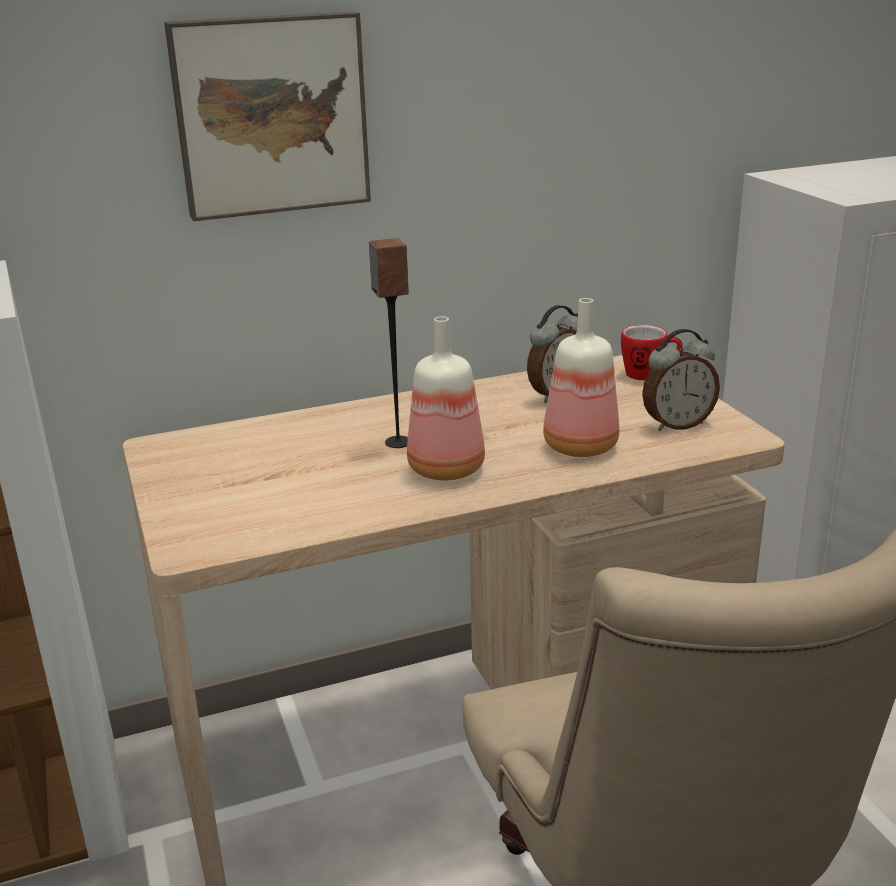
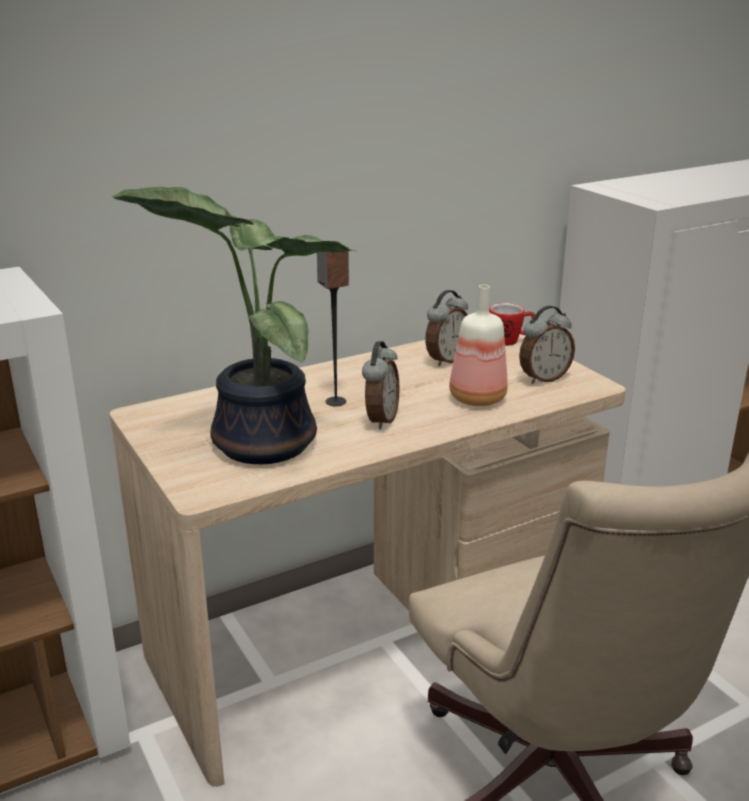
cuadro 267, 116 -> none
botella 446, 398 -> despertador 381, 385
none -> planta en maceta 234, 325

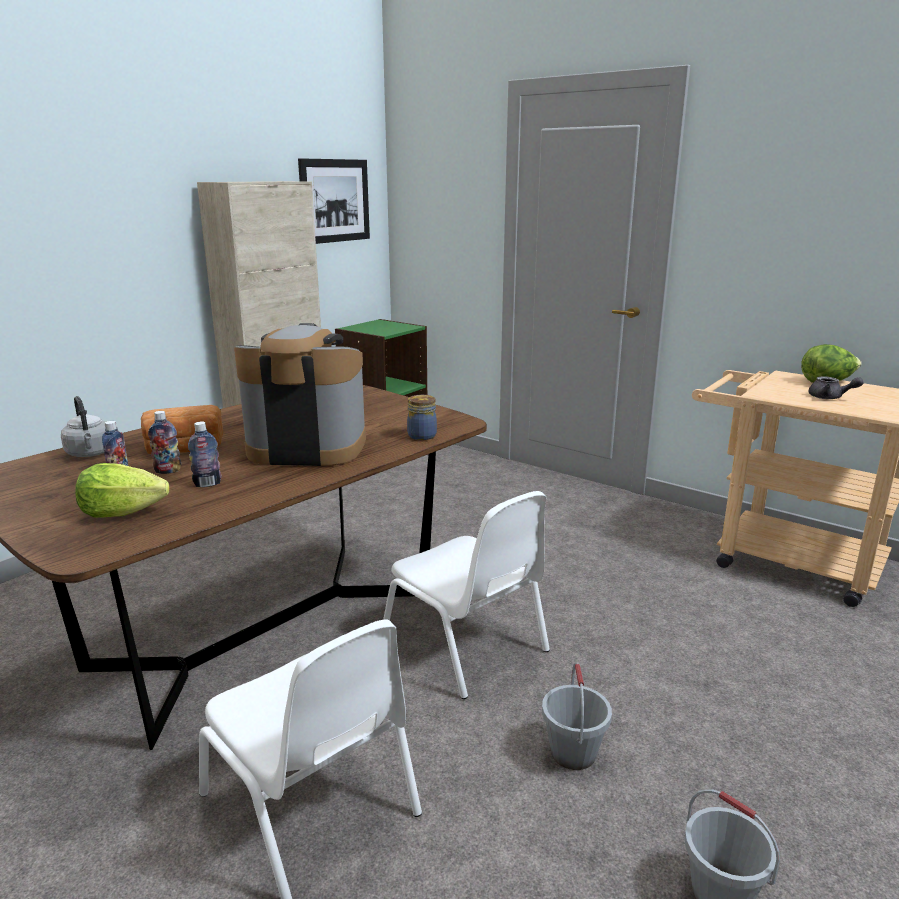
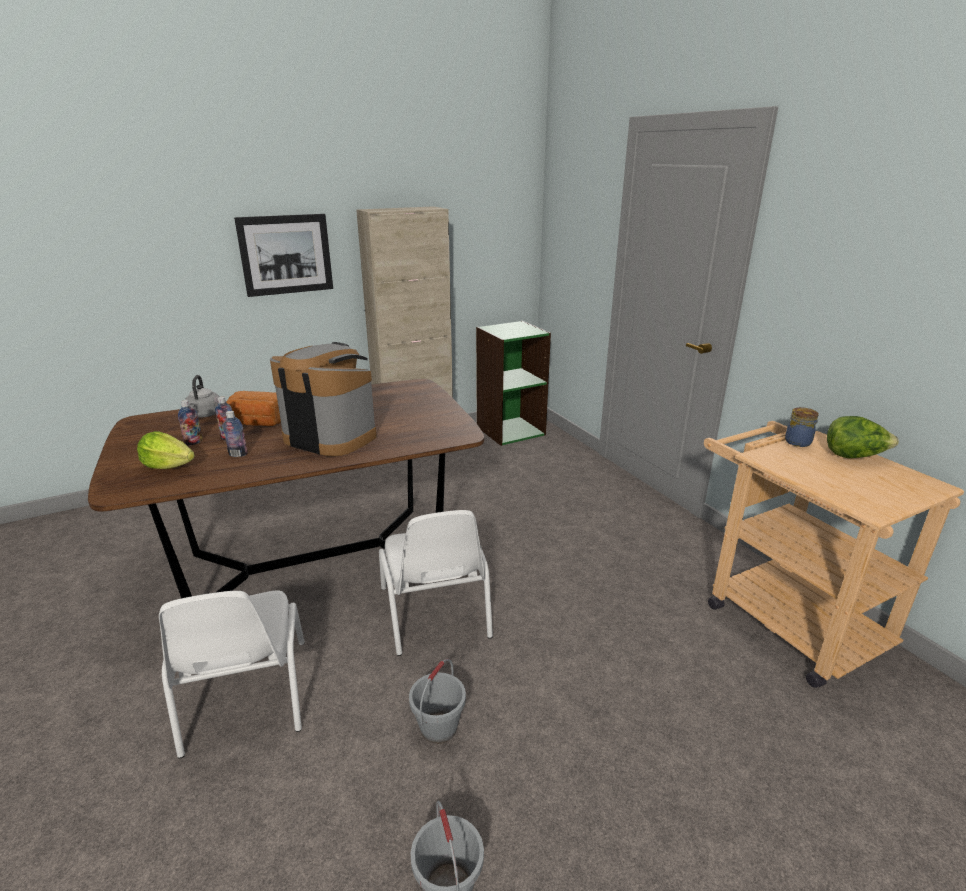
cuadro 334, 201 -> cuadro 283, 255, moved
tetera/gris 836, 387 -> none
tarro 422, 417 -> tarro 802, 427, moved

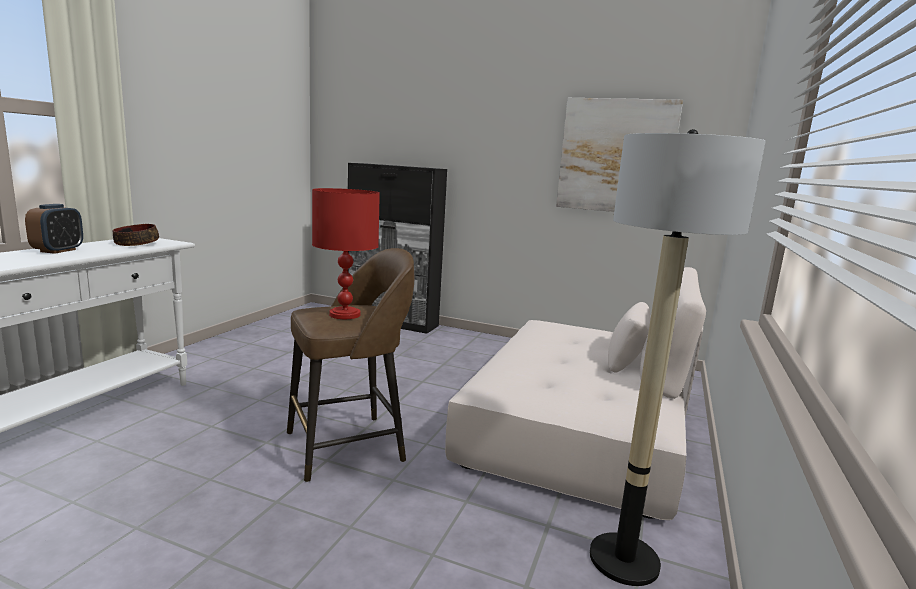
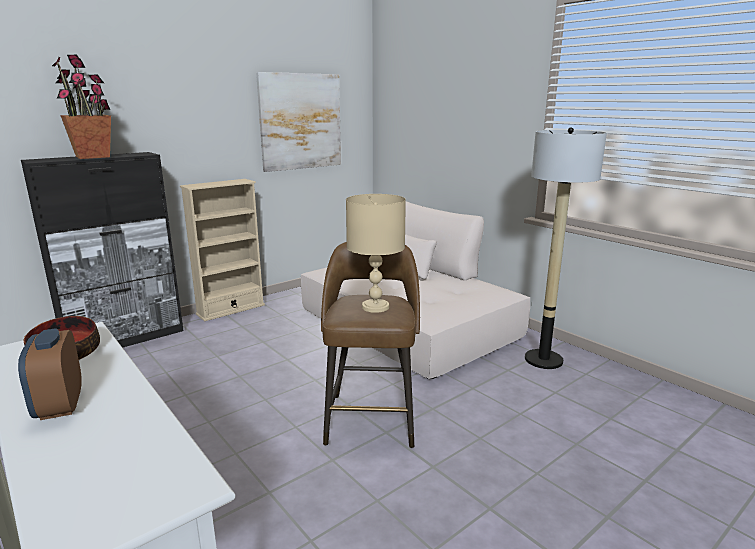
lámpara de mesa/rojo 346, 253 -> lámpara de mesa/beis 376, 253
despertador 54, 229 -> despertador 50, 374, 150 degrees counterclockwise
none -> planta en maceta 81, 107
none -> estantería/beis 222, 250

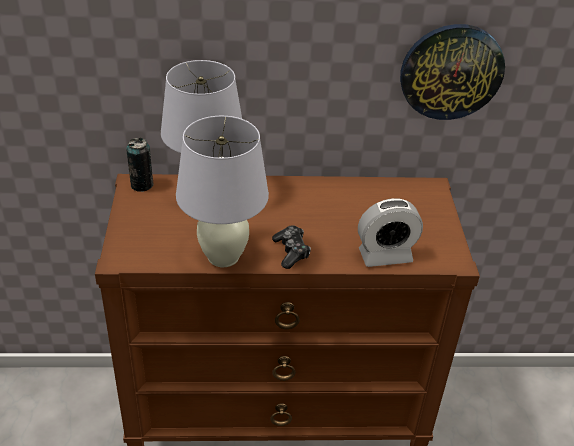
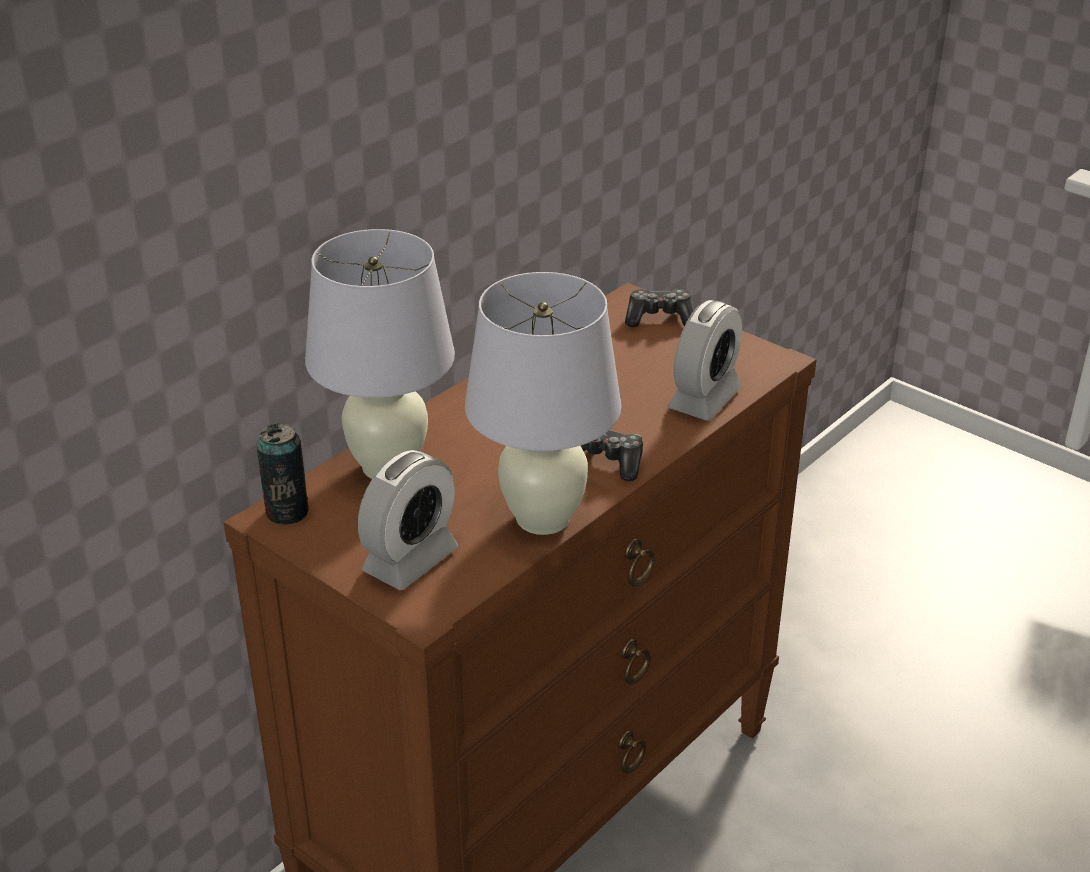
reloj de pared 452, 72 -> none
none -> mando de consola 659, 308
none -> despertador 408, 520

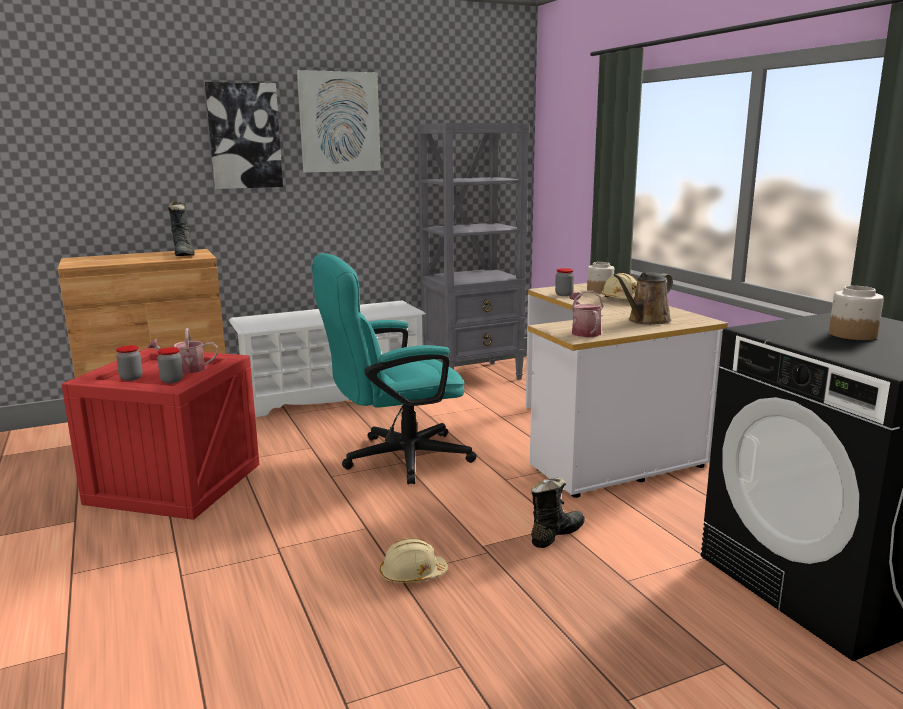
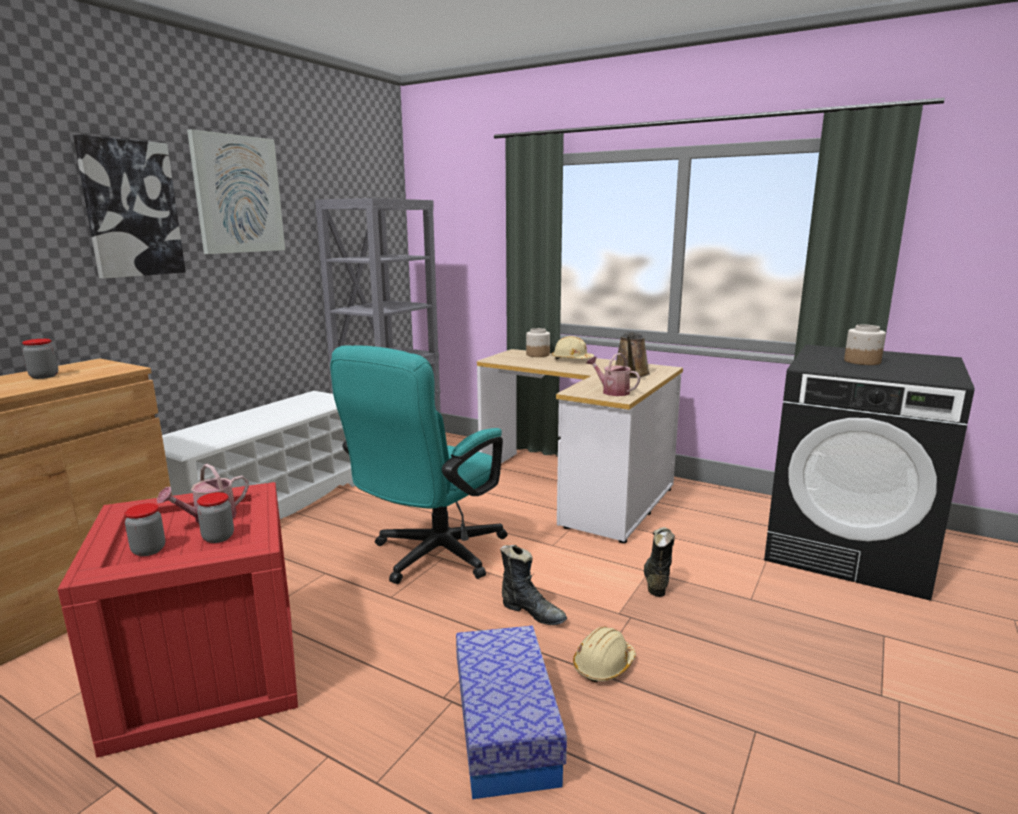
bota/negro 181, 228 -> bota/negro 533, 585, moved
tarro 564, 282 -> tarro 40, 359, moved
none -> caja de almacenaje 511, 712

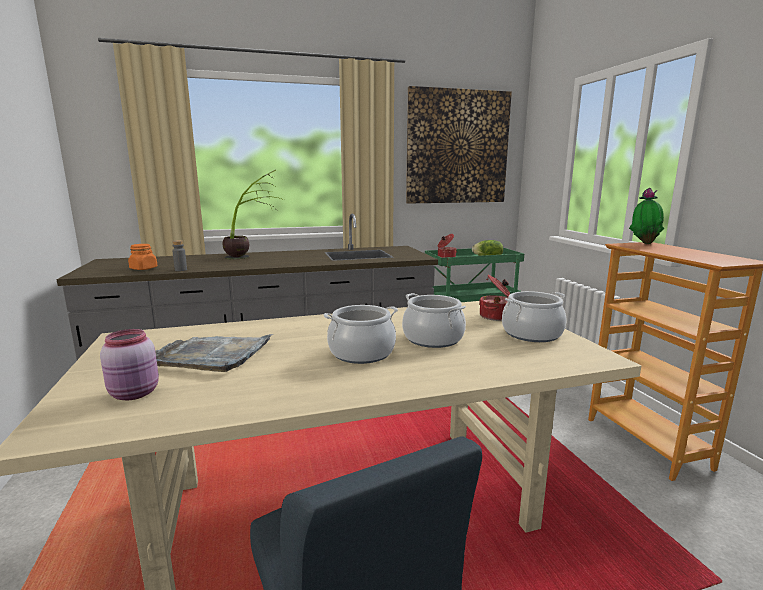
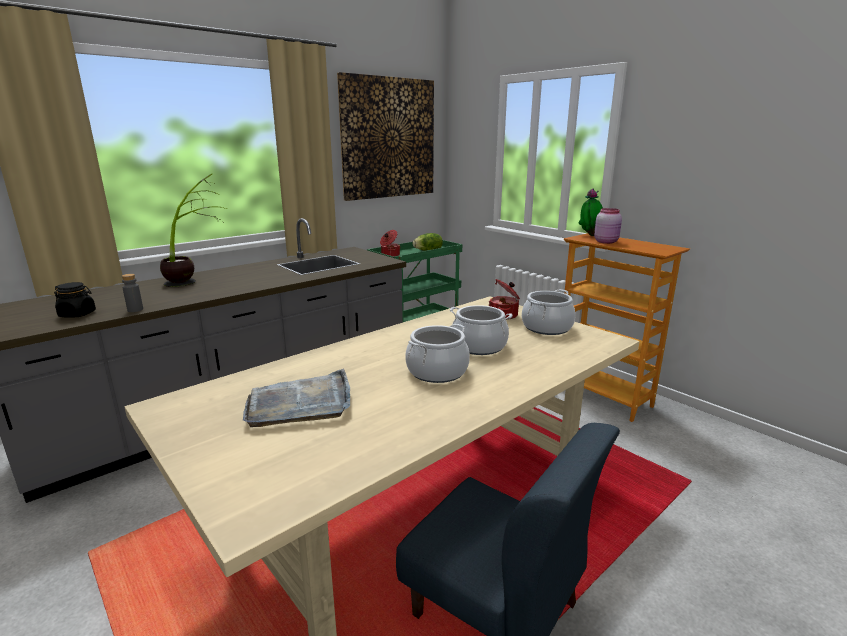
tarro/naranja 143, 257 -> tarro/negro 75, 300
tarro/rosa 129, 364 -> tarro/rosa 608, 226, moved

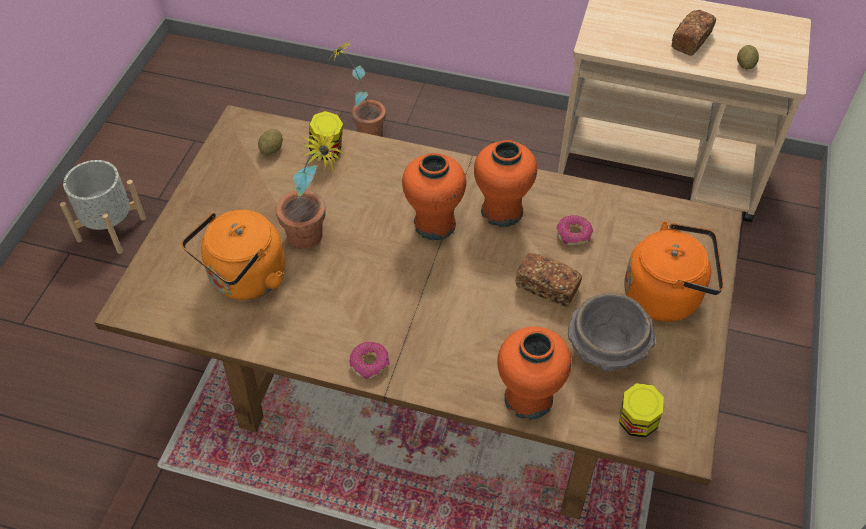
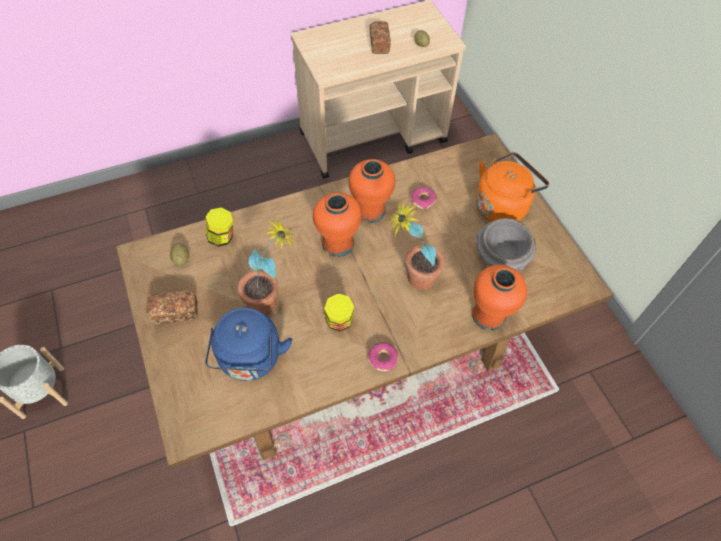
planta en maceta 358, 88 -> planta en maceta 416, 245, moved
hervidor/naranja 233, 255 -> hervidor/azul 248, 344
pan 548, 280 -> pan 172, 307, moved
tarro 641, 410 -> tarro 339, 312, moved

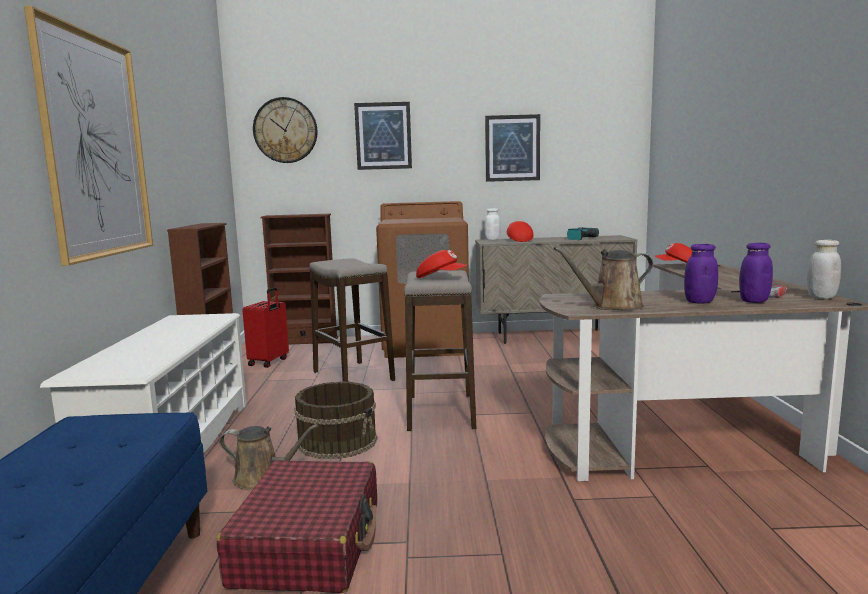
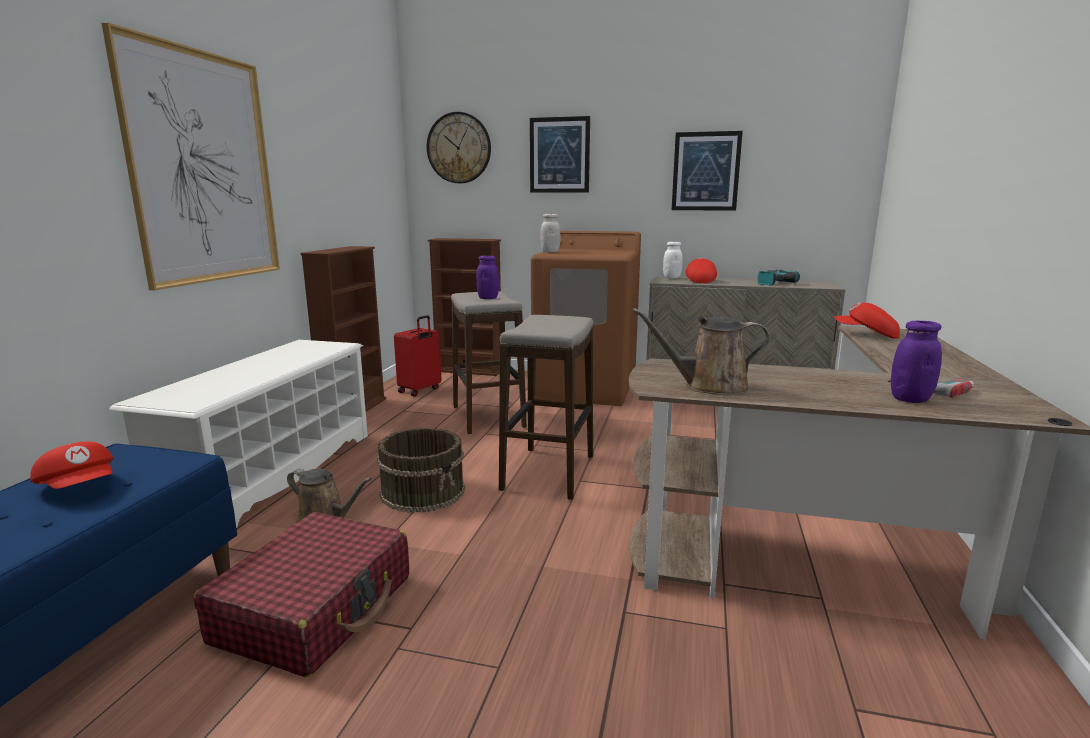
tarro/blanco 824, 269 -> tarro/blanco 550, 233, moved
tarro/morado 701, 274 -> tarro/morado 487, 277, moved
gorra/rojo 441, 264 -> gorra/rojo 71, 465, moved

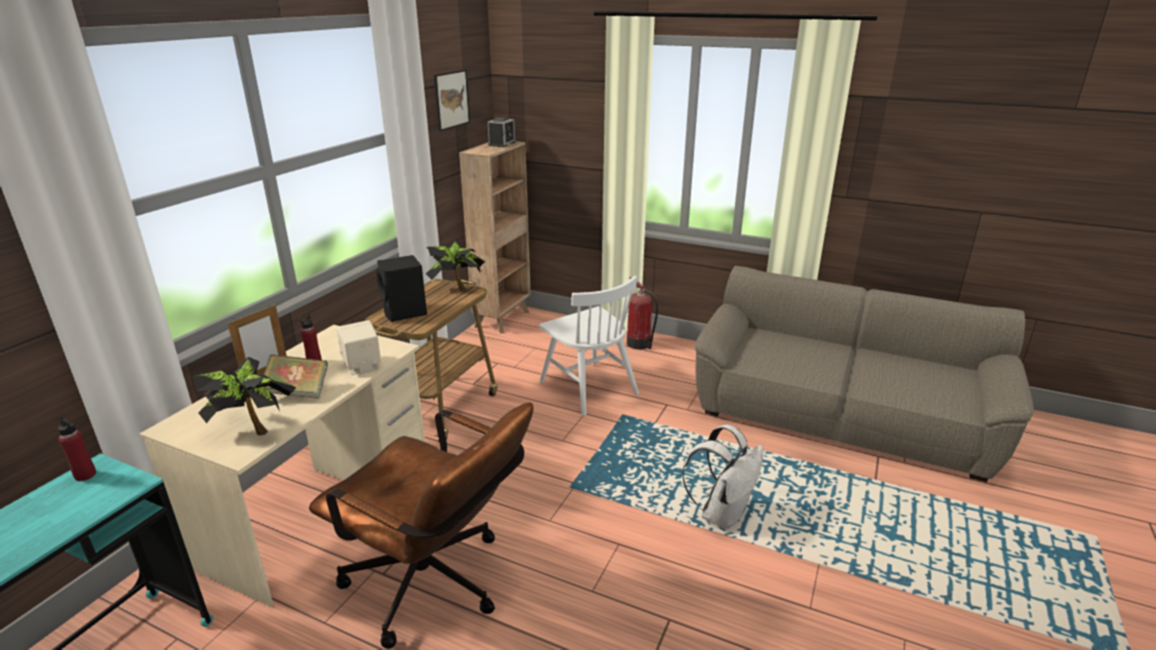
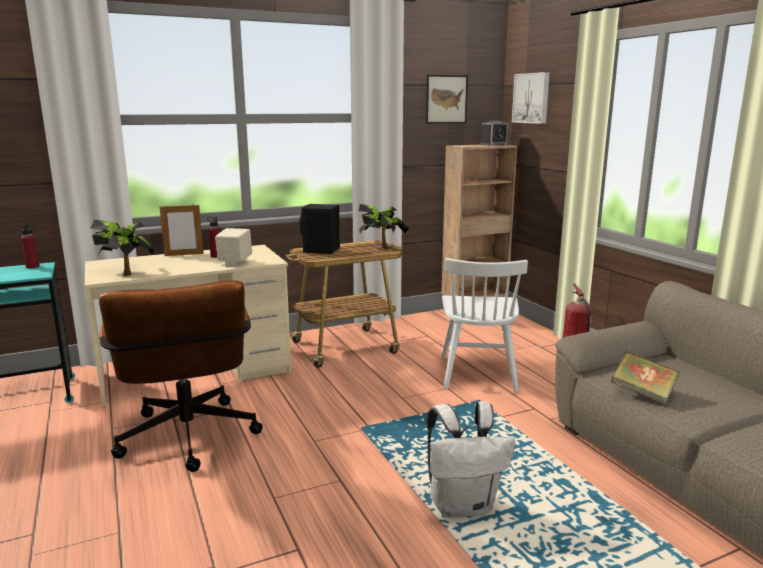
libro 295, 376 -> libro 645, 378, moved
none -> cuadro 531, 98

